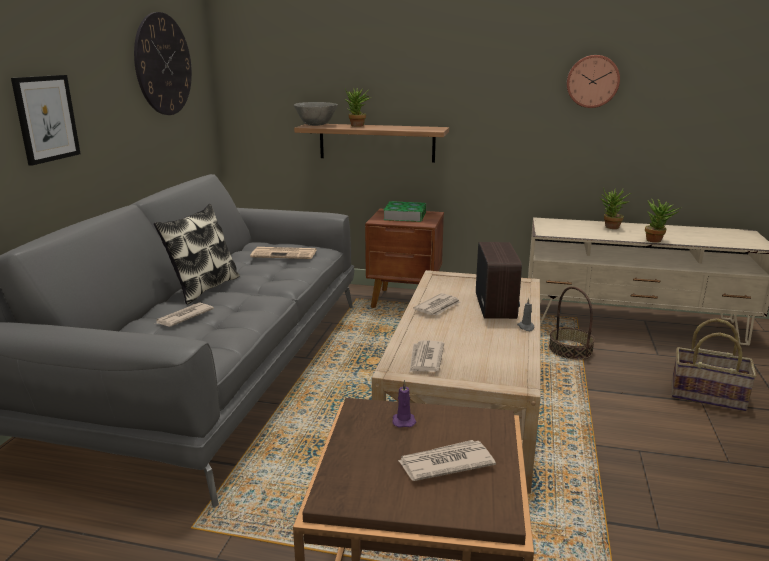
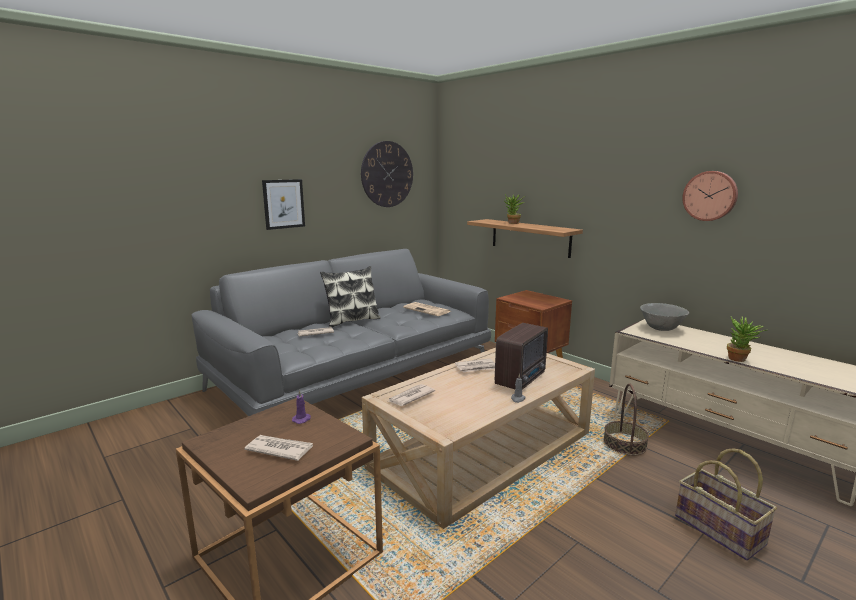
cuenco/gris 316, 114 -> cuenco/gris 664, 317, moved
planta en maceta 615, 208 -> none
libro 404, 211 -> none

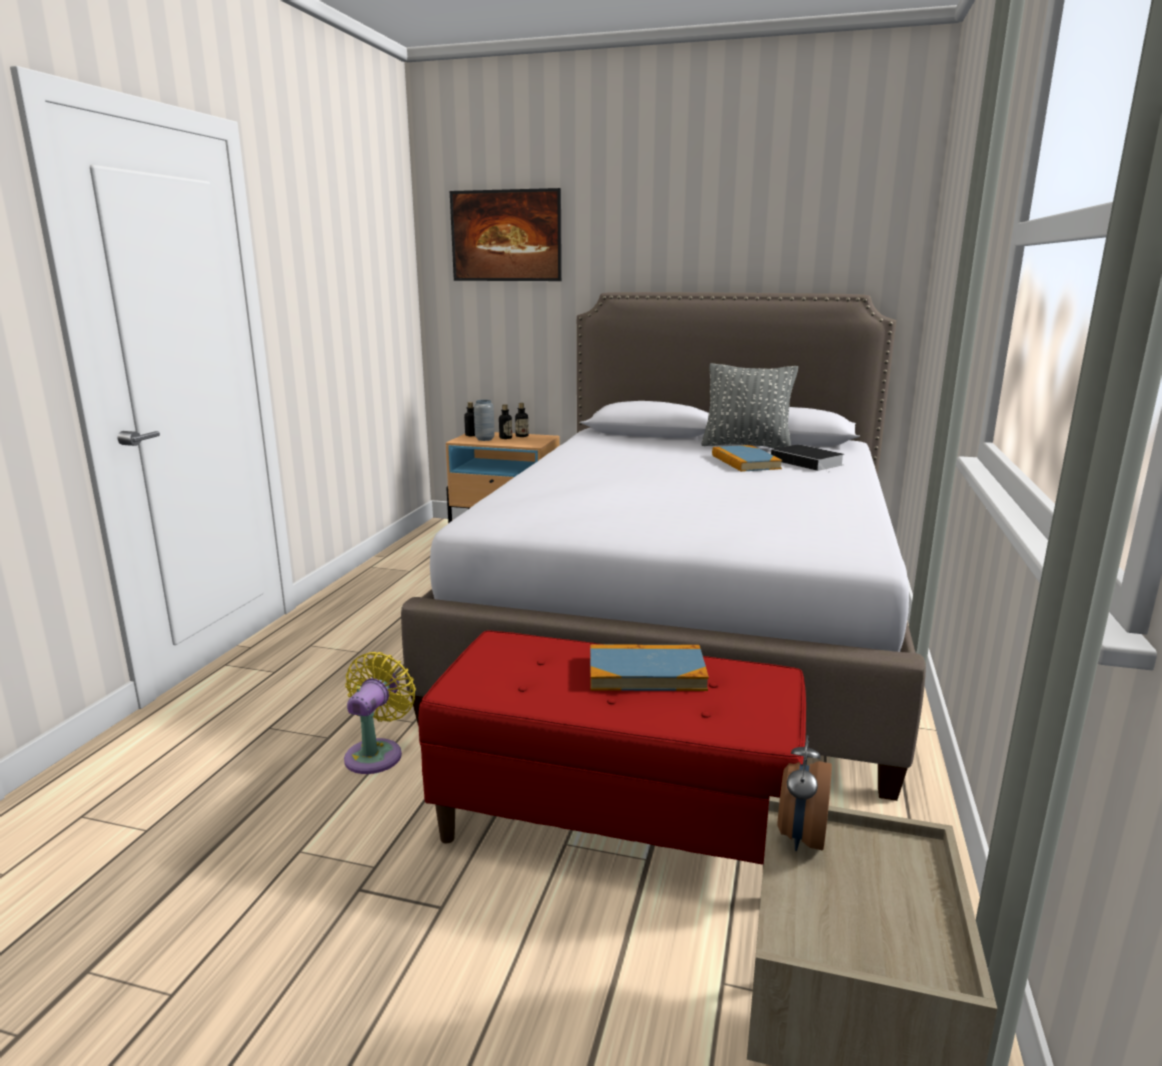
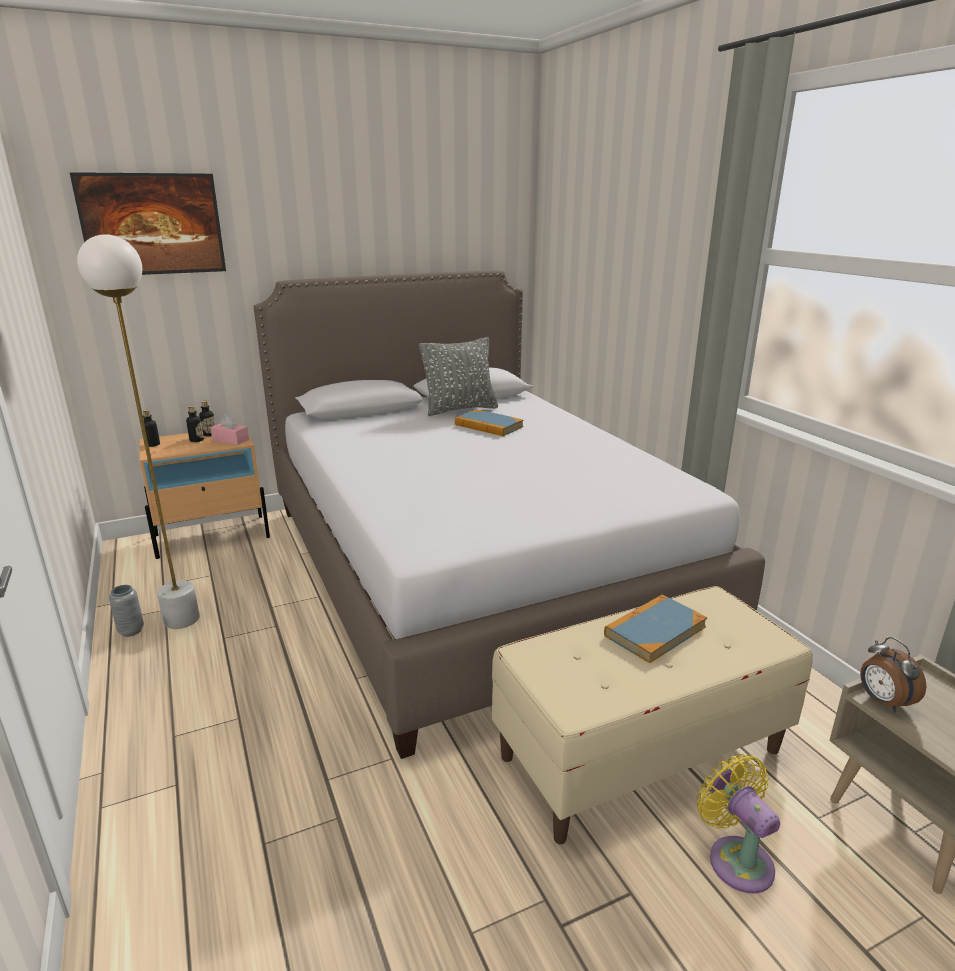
florero/gris 484, 420 -> florero/gris 126, 611, moved
libro 808, 458 -> none
banco/rojo 612, 748 -> banco/beis 652, 715
ventilador/amarillo 380, 713 -> ventilador/amarillo 738, 824, moved
none -> lámpara de pie/blanco 138, 431
none -> caja de pañuelos/rosa 230, 429

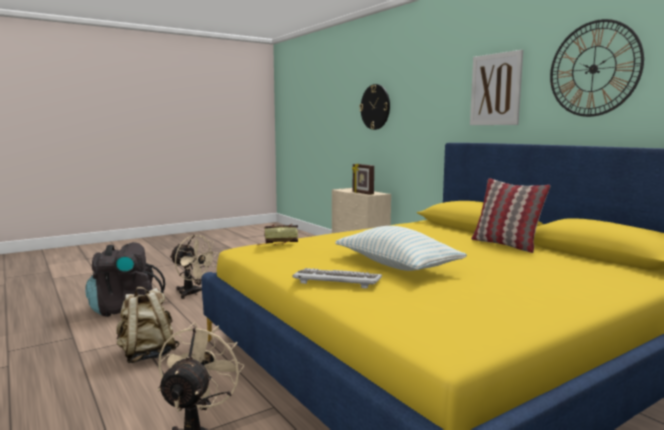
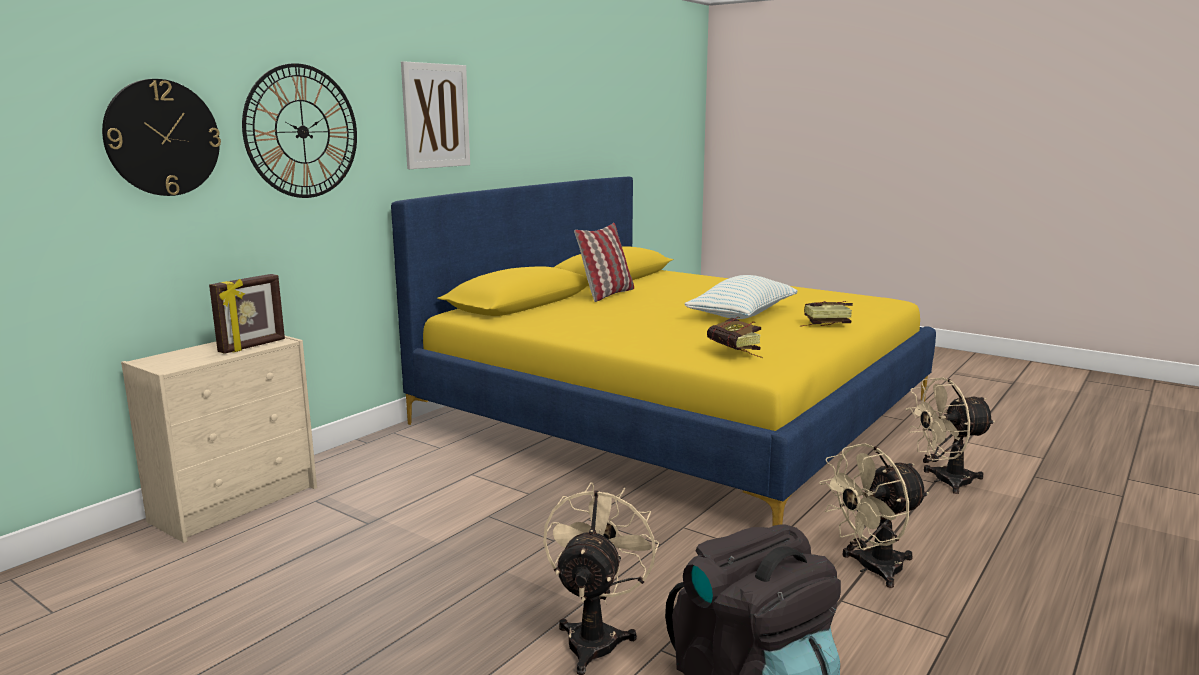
reloj de pared 597, 68 -> reloj de pared 299, 130, moved
teclado 337, 278 -> libro 826, 314
mochila/beis 148, 325 -> ventilador/beis 874, 515

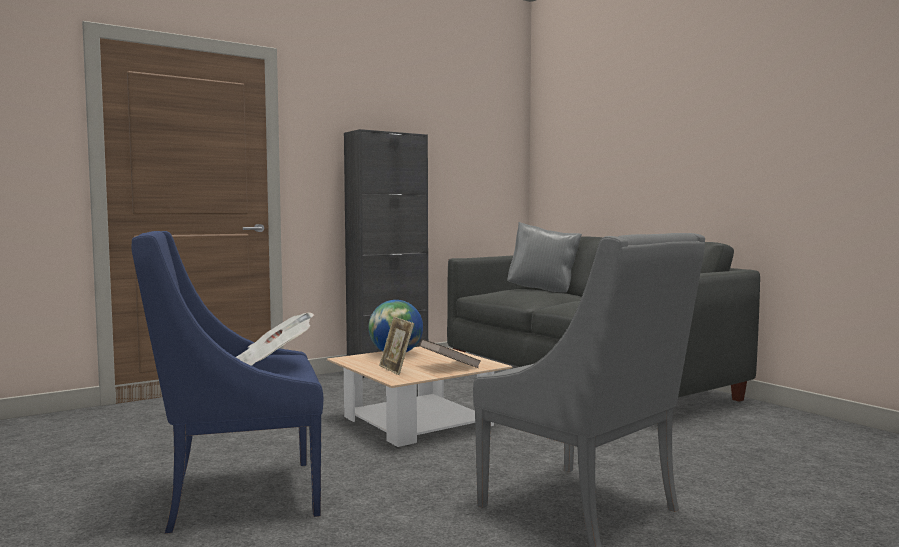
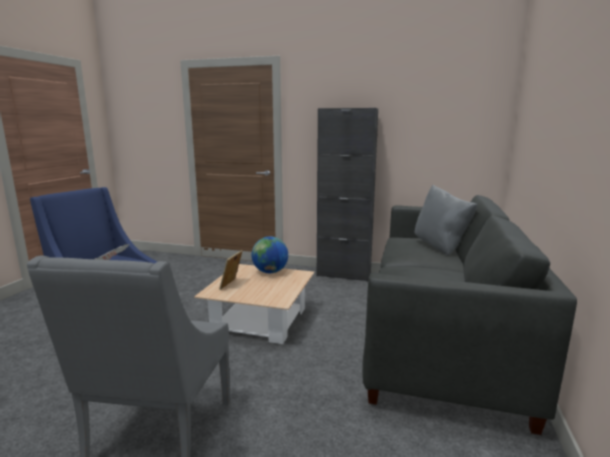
libro/marrón 450, 353 -> none

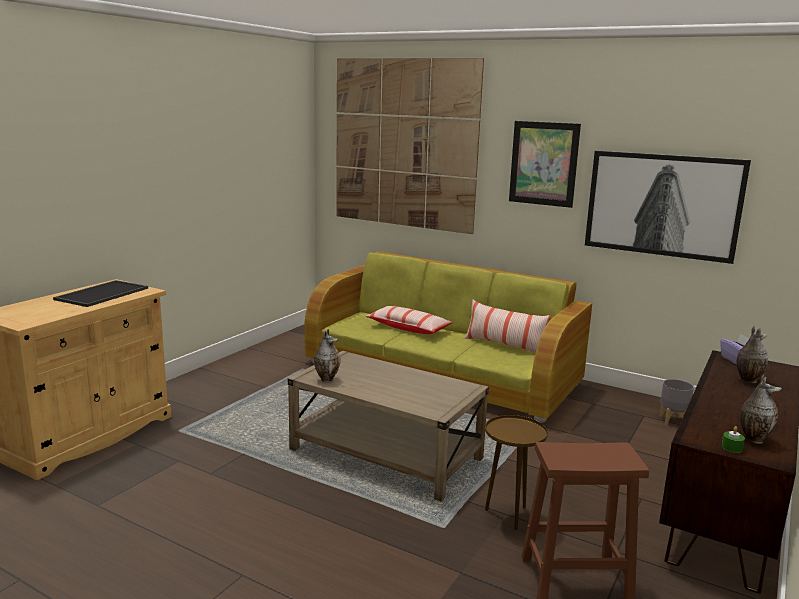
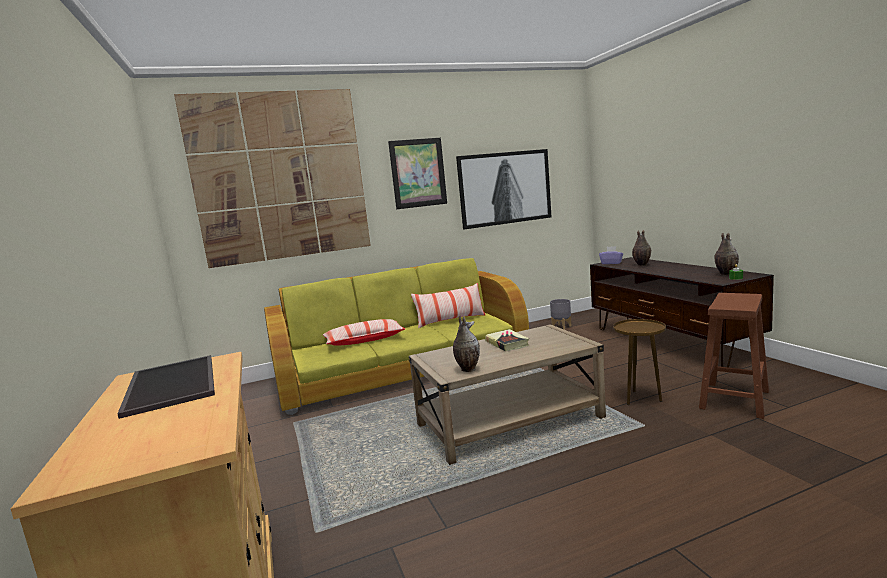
none -> libro 507, 340

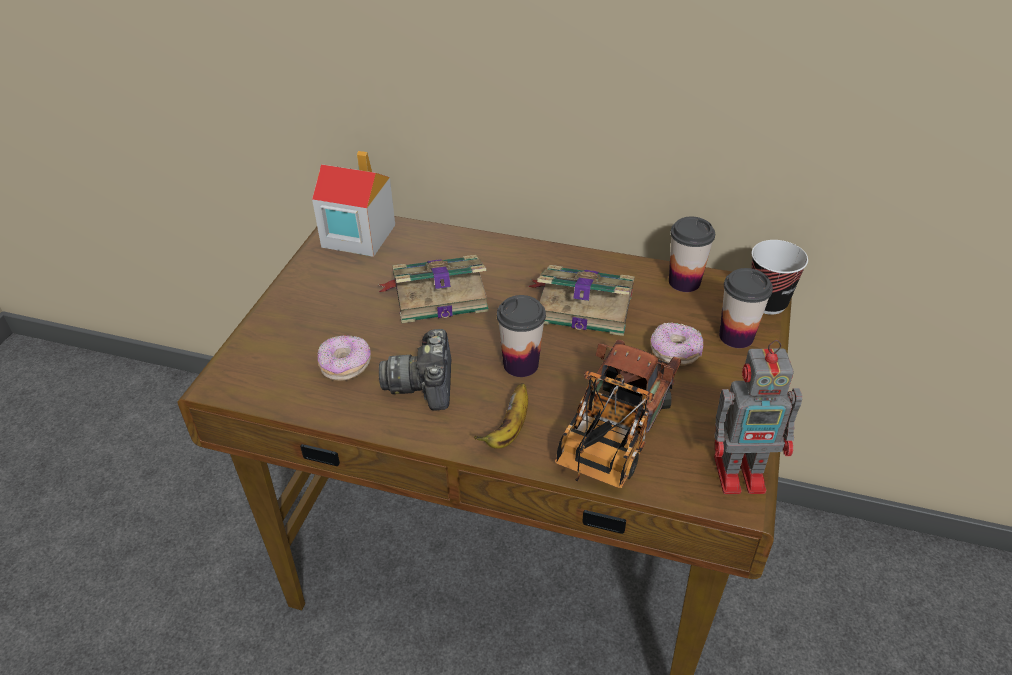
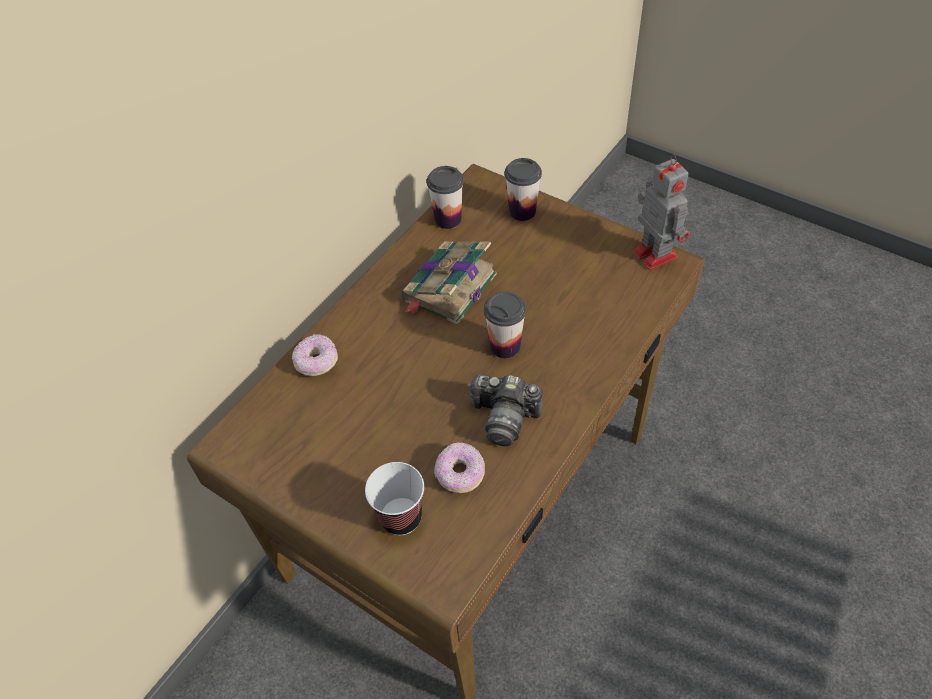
casita 353, 204 -> none
taza 779, 277 -> taza 394, 498, moved
libro 433, 289 -> none
rosquilla 677, 344 -> rosquilla 315, 355, moved
camión de juguete 618, 414 -> none
robot de juguete 758, 417 -> robot de juguete 661, 212, 45 degrees counterclockwise
plátano 501, 416 -> none

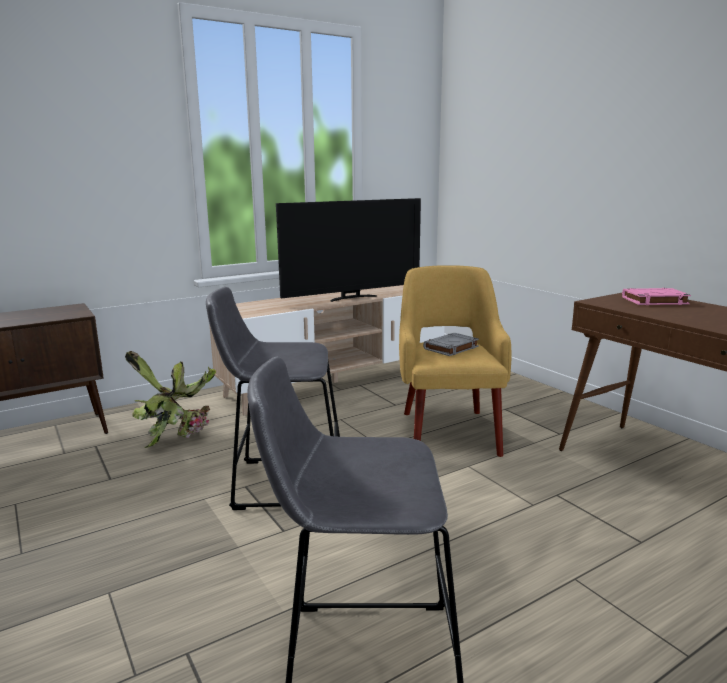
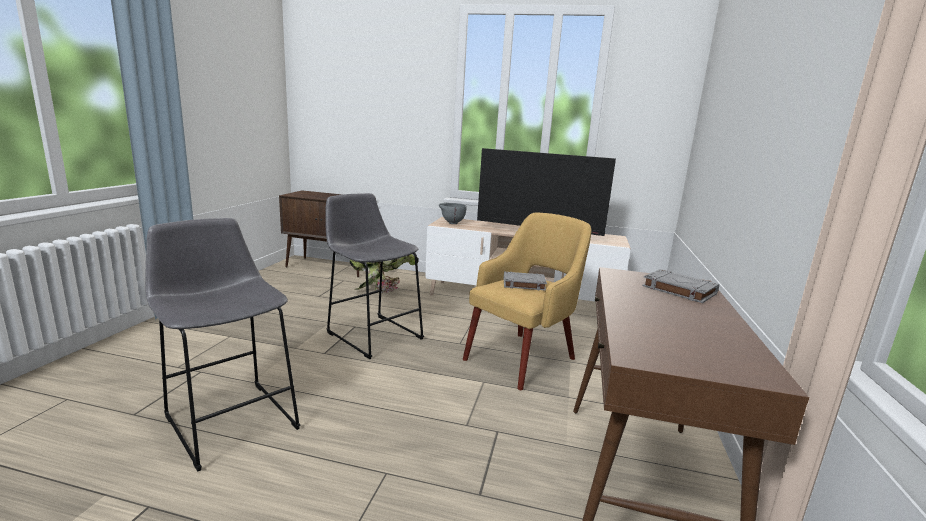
libro/rosa 656, 296 -> libro/gris 680, 286
none -> cuenco/gris 453, 213

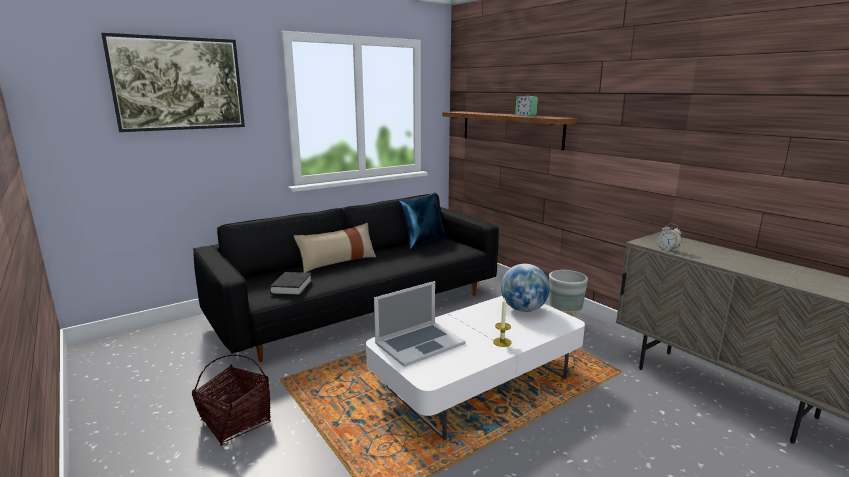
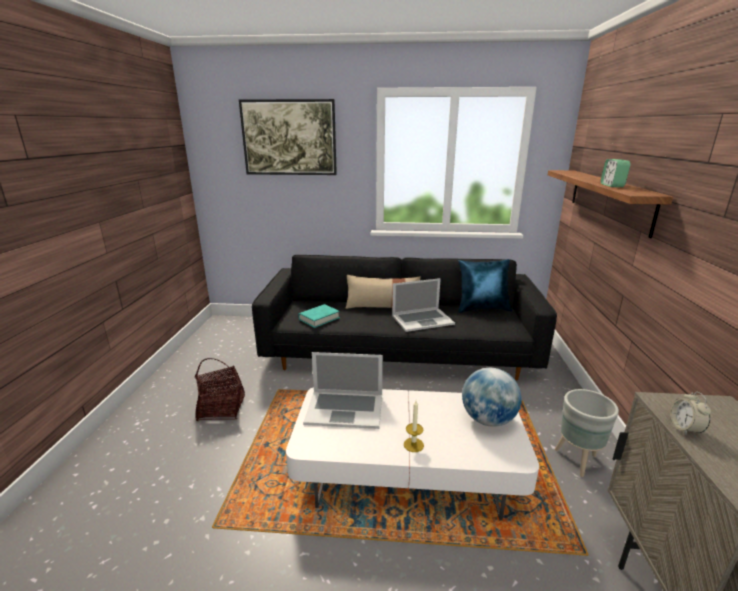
libro/negro 290, 284 -> libro/turquesa 319, 316
none -> portátil 423, 305

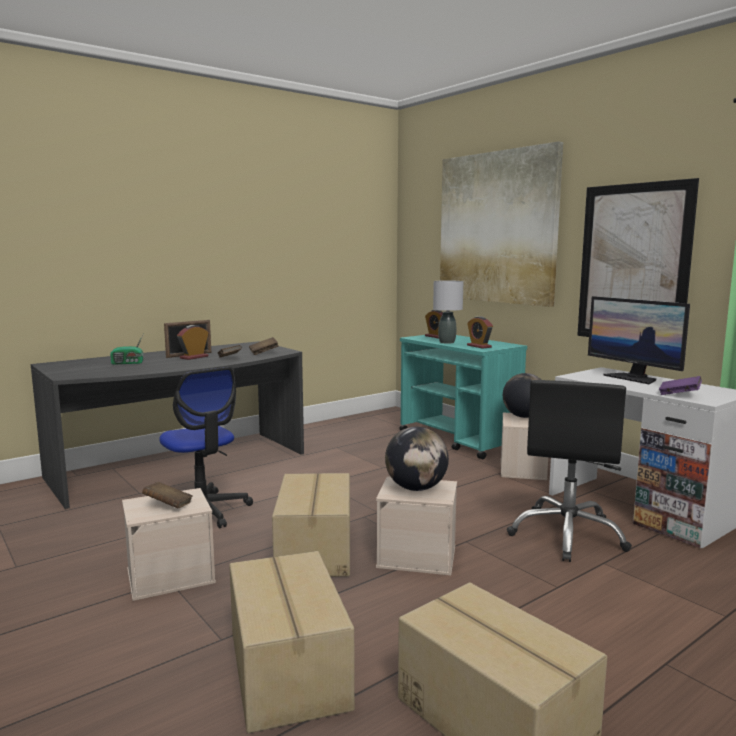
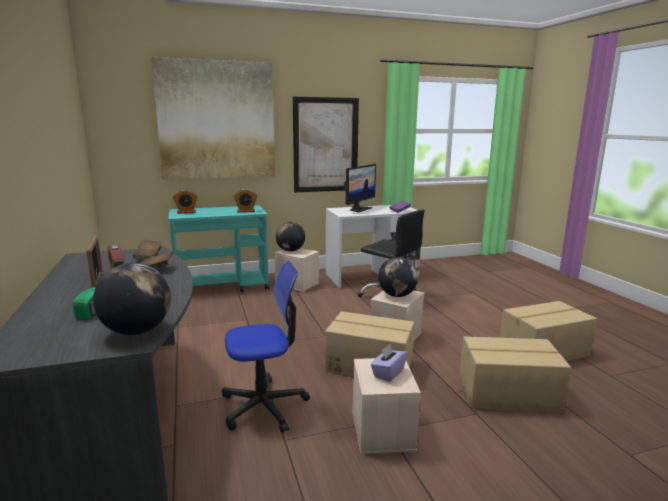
lámpara de mesa/gris 448, 312 -> none
monitor 639, 340 -> monitor 360, 188, 45 degrees counterclockwise
libro/marrón 167, 495 -> caja de pañuelos/morado 389, 363
none -> globo terráqueo 132, 299

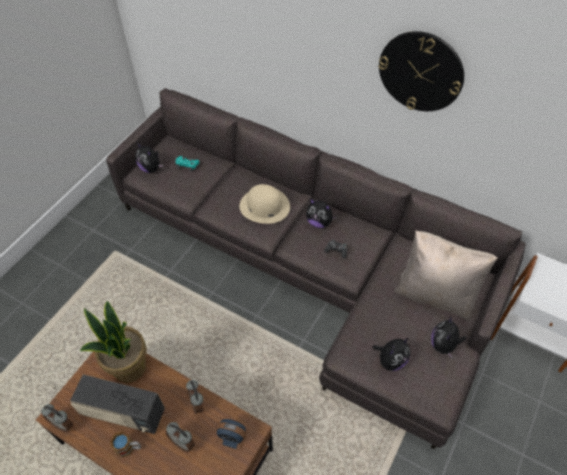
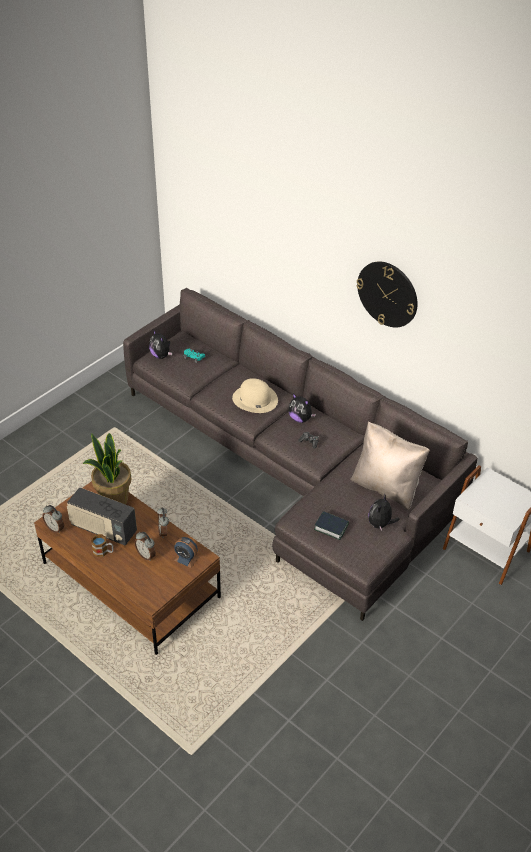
peluche 391, 354 -> libro 331, 525

